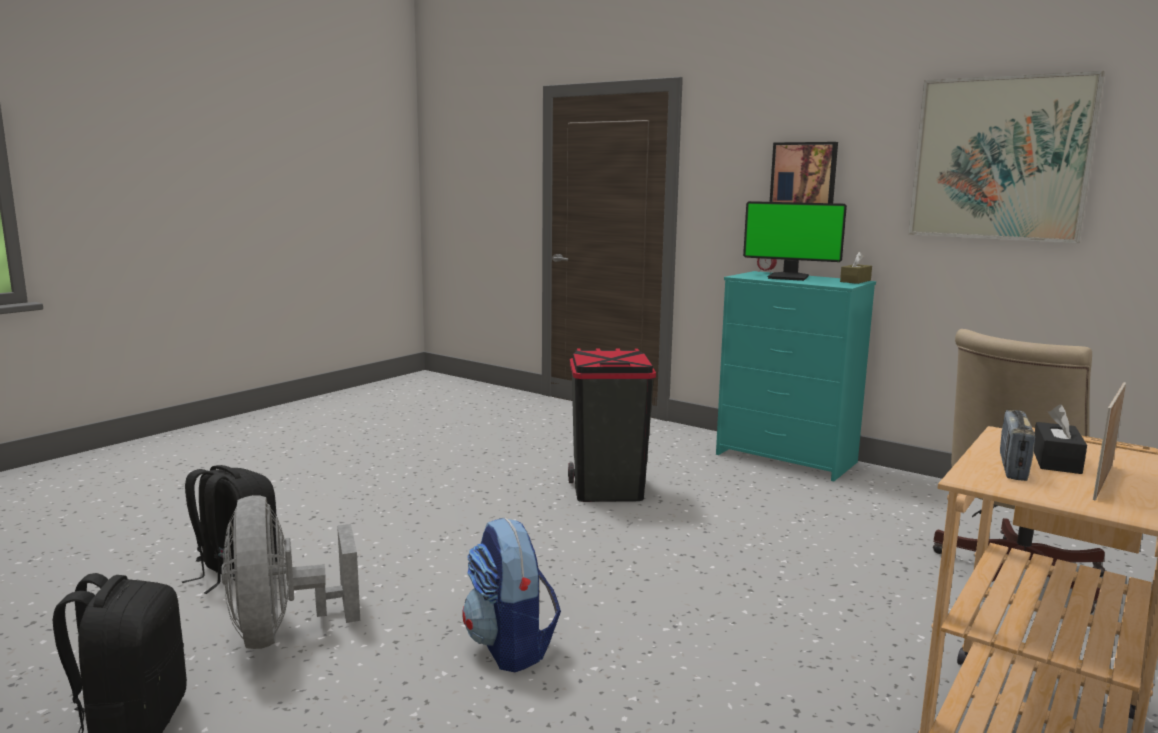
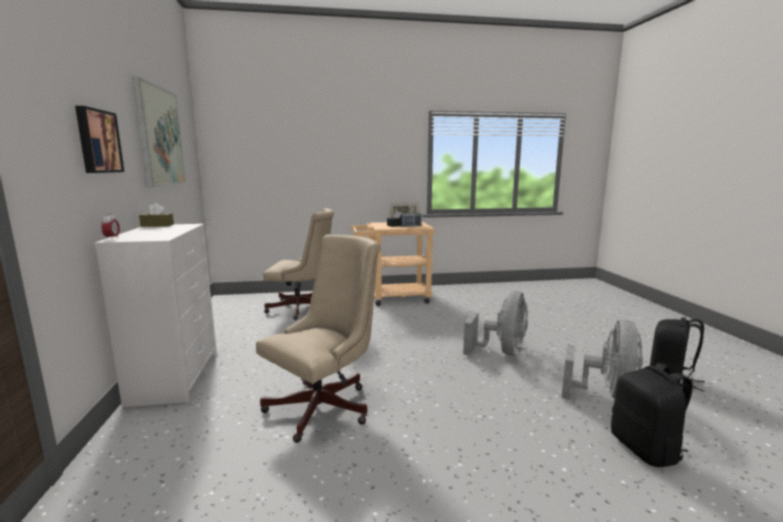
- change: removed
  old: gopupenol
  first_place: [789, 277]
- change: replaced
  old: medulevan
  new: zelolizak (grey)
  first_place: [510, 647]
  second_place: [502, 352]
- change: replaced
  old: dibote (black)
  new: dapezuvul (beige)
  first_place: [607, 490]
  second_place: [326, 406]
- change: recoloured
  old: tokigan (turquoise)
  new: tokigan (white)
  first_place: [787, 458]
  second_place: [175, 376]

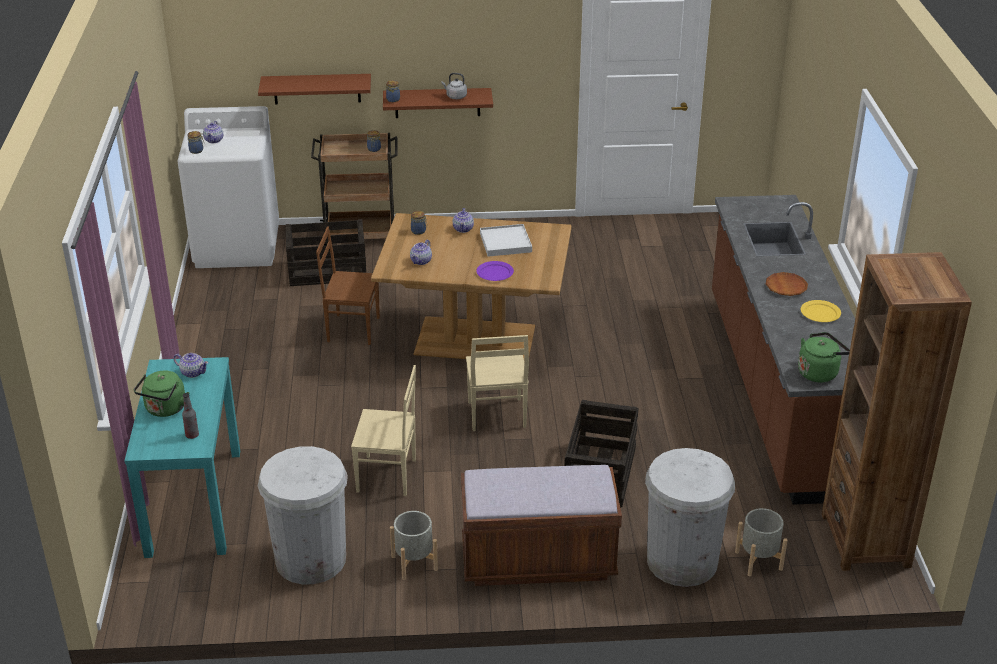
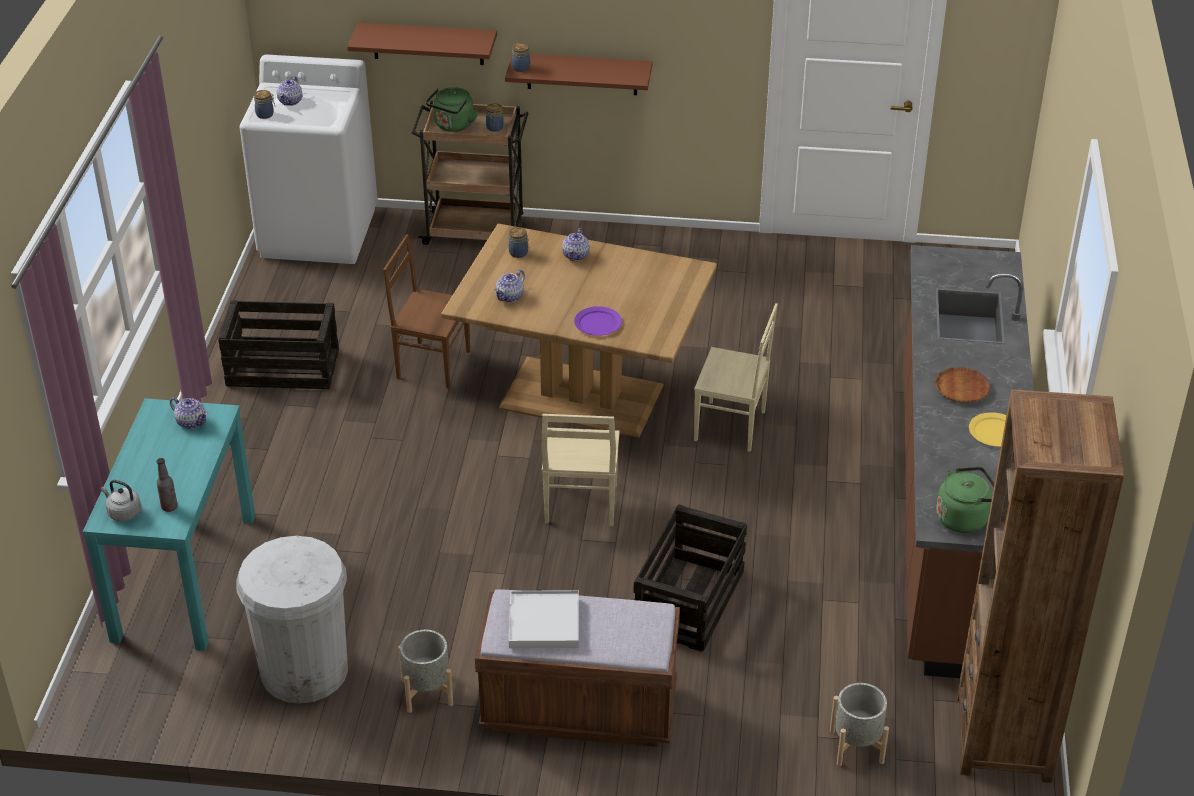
- change: removed
  old: dibote (white)
  first_place: [682, 561]
- change: moved
  old: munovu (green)
  first_place: [165, 409]
  second_place: [453, 126]
- change: moved
  old: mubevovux
  first_place: [327, 271]
  second_place: [281, 368]
- change: moved
  old: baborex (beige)
  first_place: [387, 476]
  second_place: [731, 427]
- change: moved
  old: munovu (grey)
  first_place: [455, 96]
  second_place: [123, 513]
- change: moved
  old: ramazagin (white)
  first_place: [505, 243]
  second_place: [544, 622]

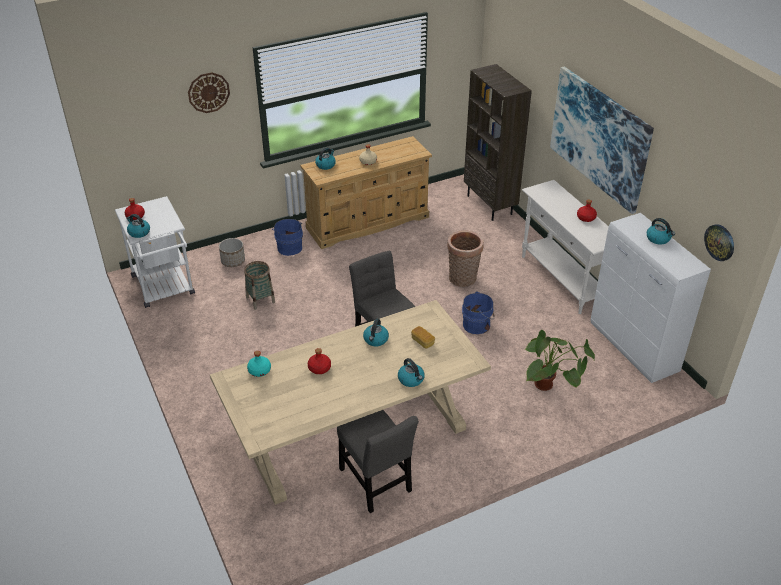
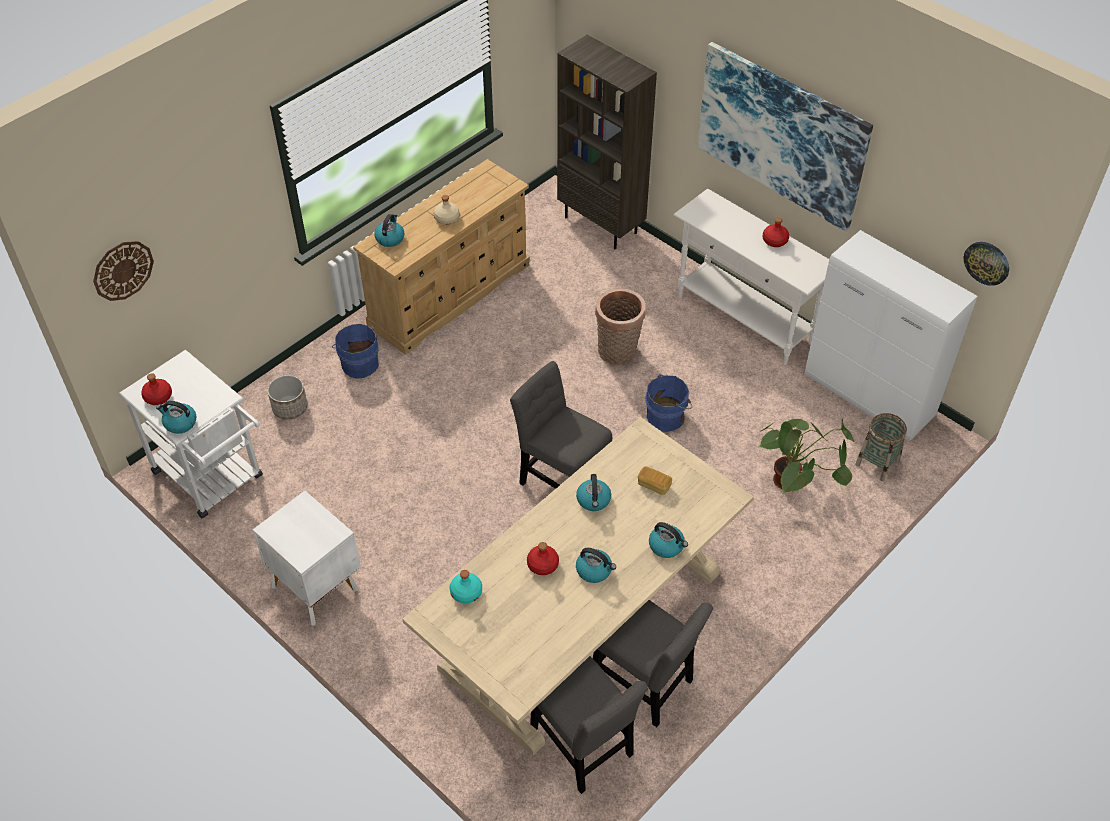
- change: added
  new: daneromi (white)
  second_place: [315, 586]
- change: added
  new: baborex (grey)
  second_place: [584, 746]
- change: moved
  old: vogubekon
  first_place: [208, 92]
  second_place: [123, 270]
- change: moved
  old: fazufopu
  first_place: [260, 299]
  second_place: [877, 463]
- change: moved
  old: munovu
  first_place: [658, 239]
  second_place: [594, 570]

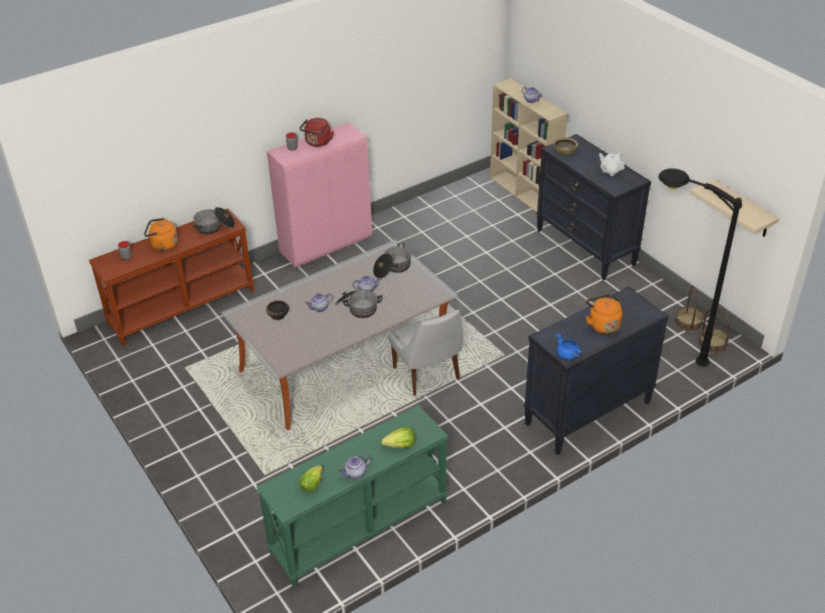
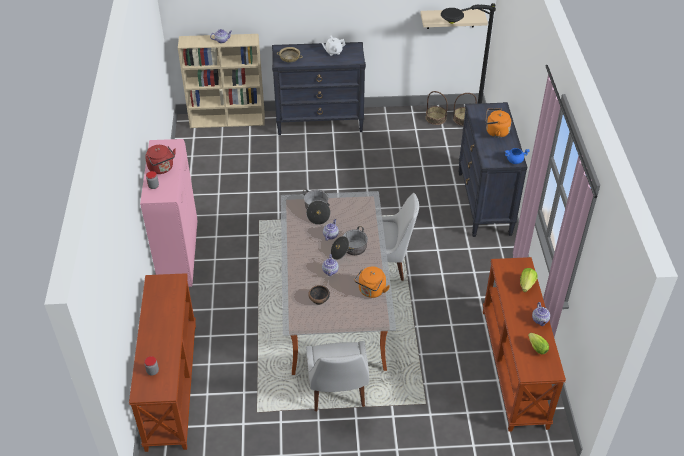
- change: removed
  old: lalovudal
  first_place: [214, 227]
- change: added
  new: baborex (white)
  second_place: [337, 392]
- change: moved
  old: munovu (orange)
  first_place: [163, 245]
  second_place: [371, 291]
- change: recoloured
  old: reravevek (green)
  new: reravevek (brown)
  first_place: [359, 528]
  second_place: [515, 367]

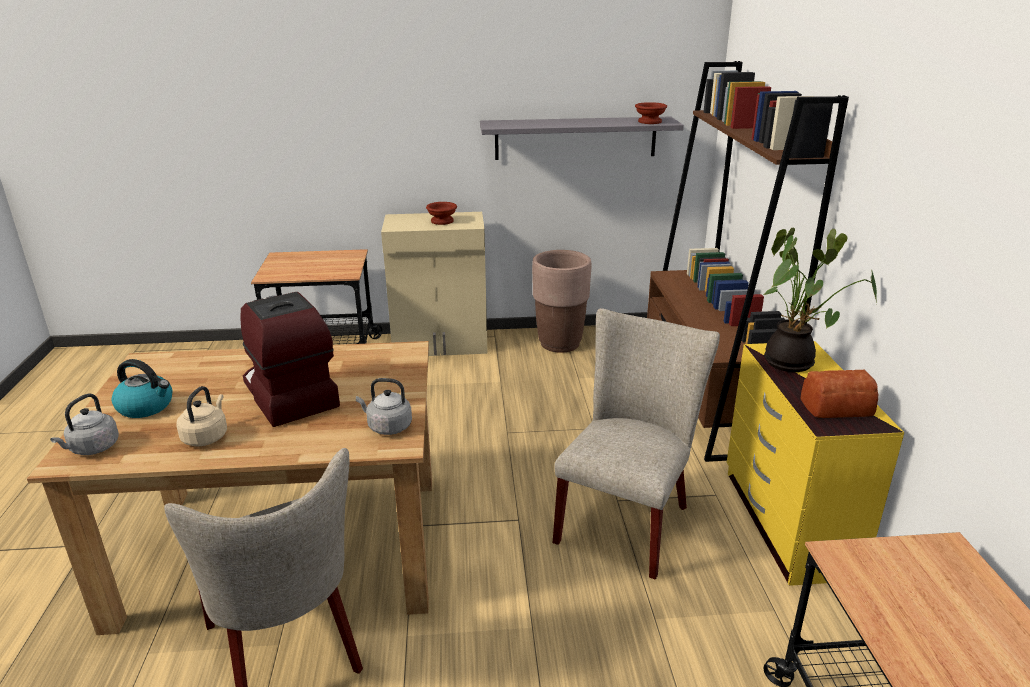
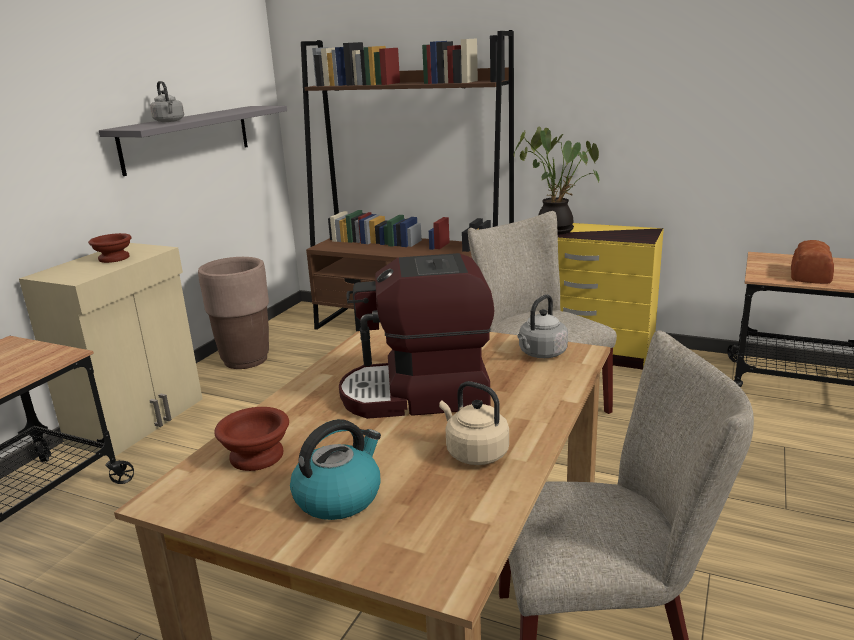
- change: moved
  old: munovu (grey)
  first_place: [92, 448]
  second_place: [169, 121]
- change: moved
  old: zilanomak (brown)
  first_place: [649, 121]
  second_place: [255, 456]
- change: moved
  old: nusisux
  first_place: [834, 406]
  second_place: [809, 275]

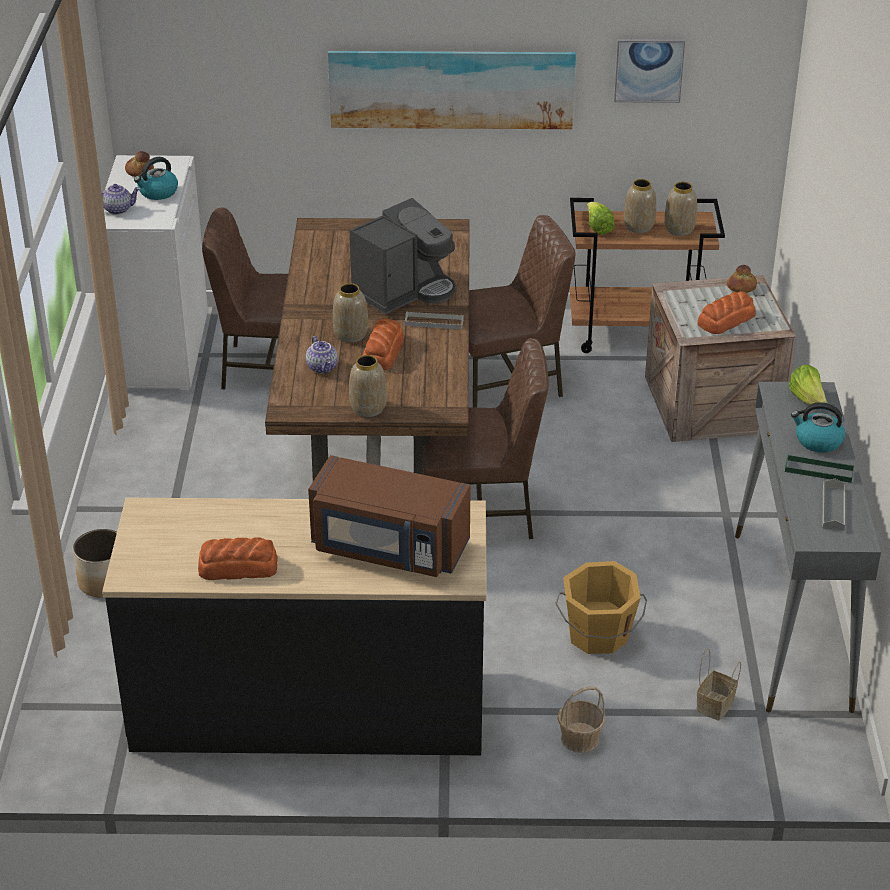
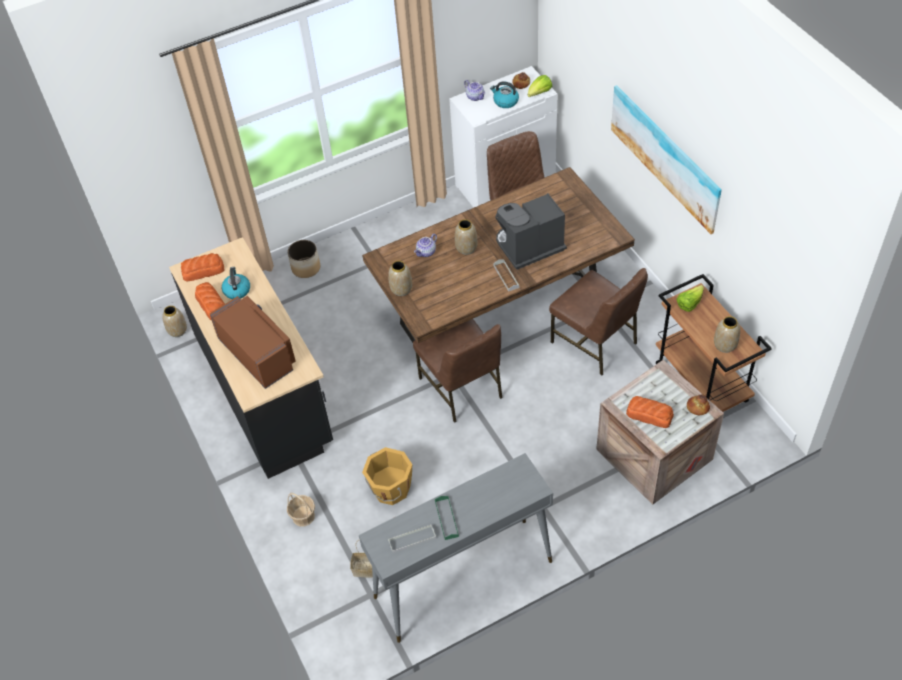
- change: removed
  old: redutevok
  first_place: [648, 70]
- change: moved
  old: nusisux
  first_place: [383, 352]
  second_place: [203, 271]
- change: moved
  old: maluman
  first_place: [638, 227]
  second_place: [177, 330]
- change: moved
  old: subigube
  first_place: [807, 400]
  second_place: [539, 93]
- change: moved
  old: munovu
  first_place: [817, 441]
  second_place: [237, 290]
- change: turned
  old: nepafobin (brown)
  first_place: [388, 548]
  second_place: [258, 354]
  degrees: 150
- change: turned
  old: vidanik
  first_place: [403, 291]
  second_place: [529, 248]
  degrees: 135

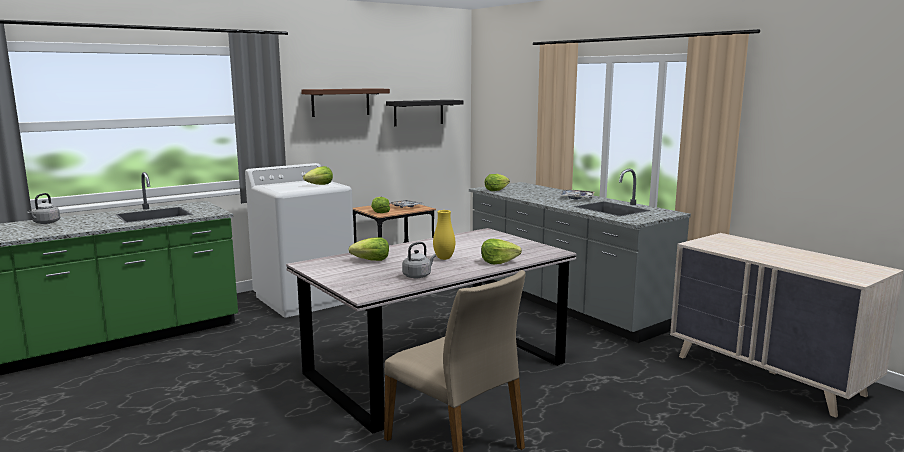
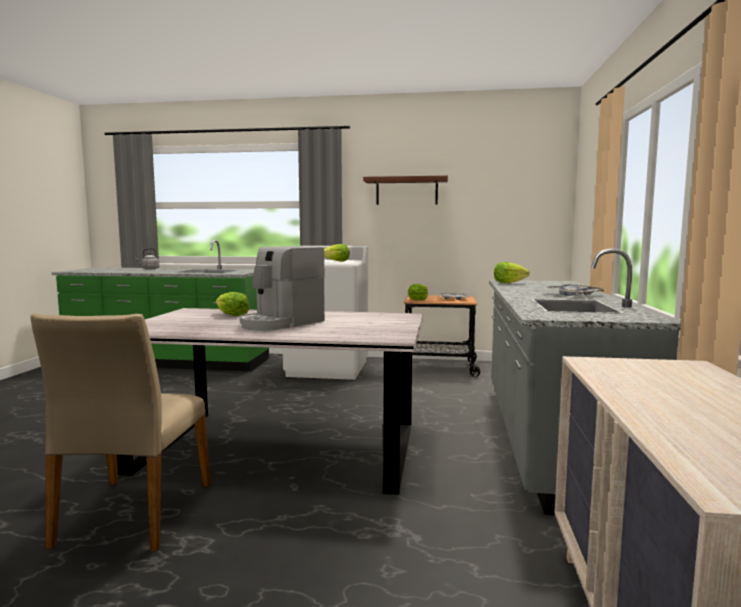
- change: removed
  old: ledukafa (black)
  first_place: [418, 112]
- change: removed
  old: munovu (grey)
  first_place: [418, 276]
- change: removed
  old: subigube
  first_place: [498, 262]
- change: replaced
  old: maluman (yellow)
  new: vidanik
  first_place: [444, 258]
  second_place: [281, 323]

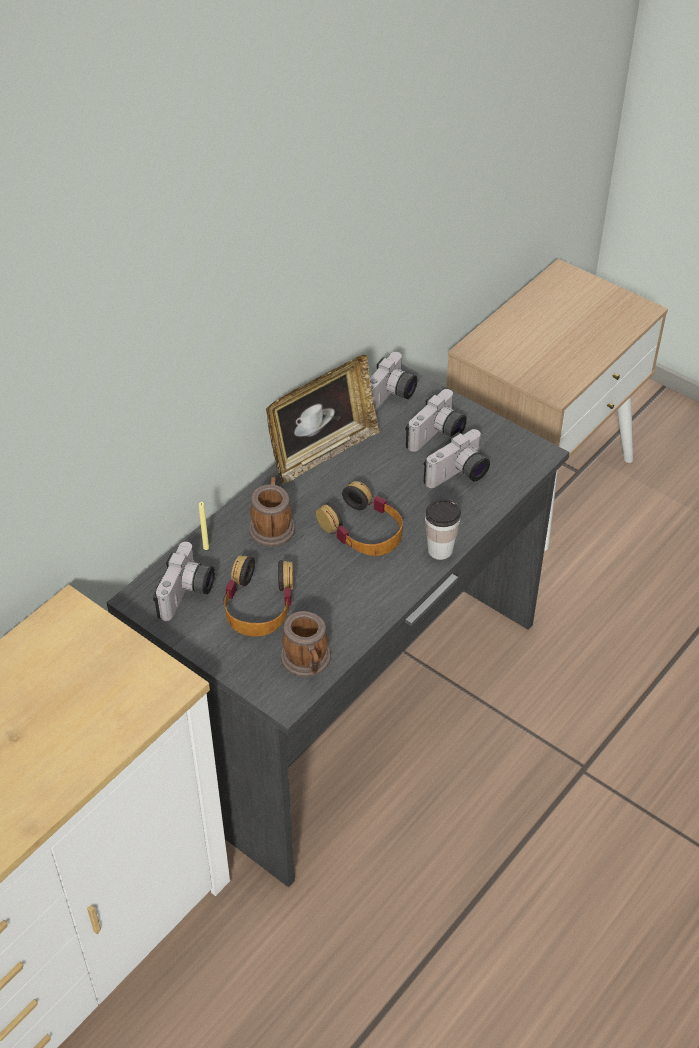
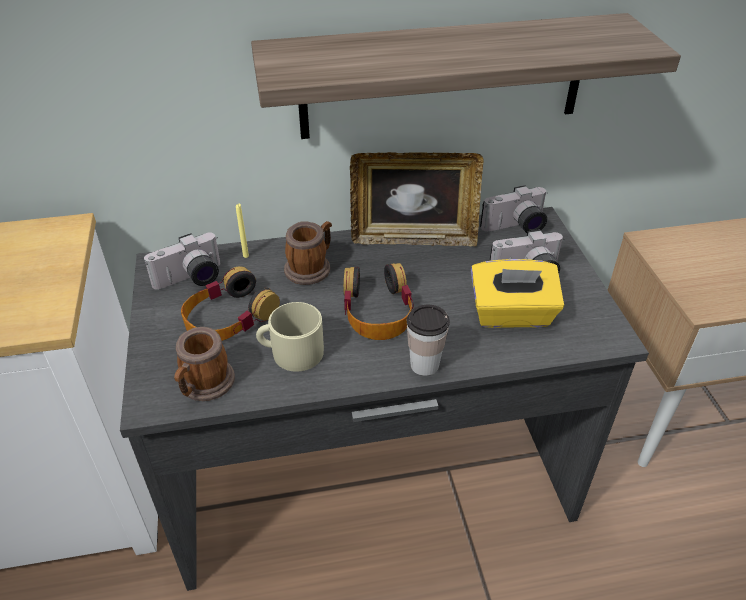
- change: added
  new: ledukafa
  second_place: [443, 77]
- change: added
  new: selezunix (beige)
  second_place: [291, 352]
- change: replaced
  old: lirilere
  new: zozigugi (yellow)
  first_place: [459, 476]
  second_place: [511, 314]

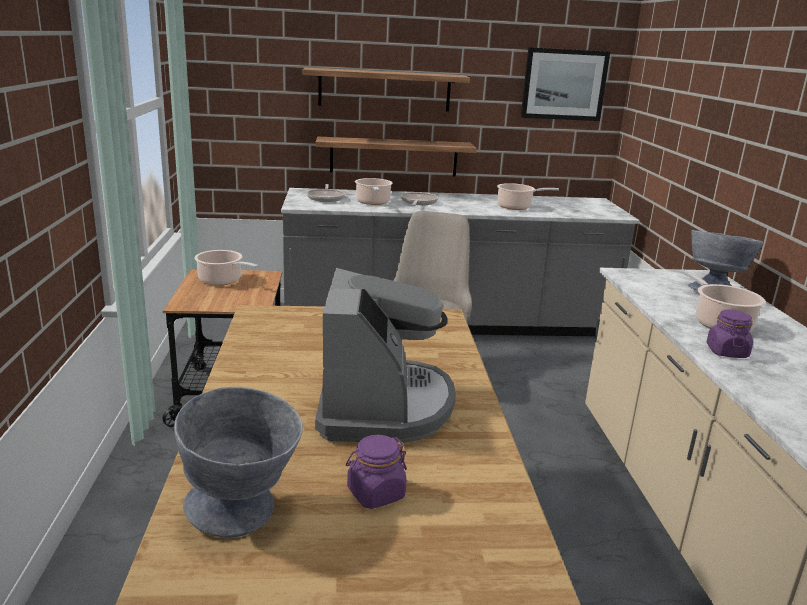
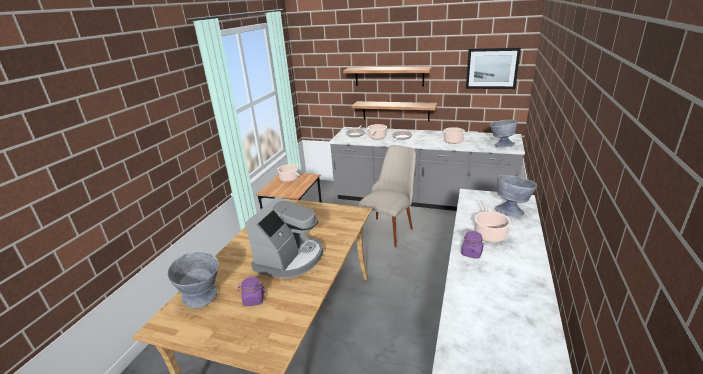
- change: added
  new: zilanomak (grey)
  second_place: [500, 145]

